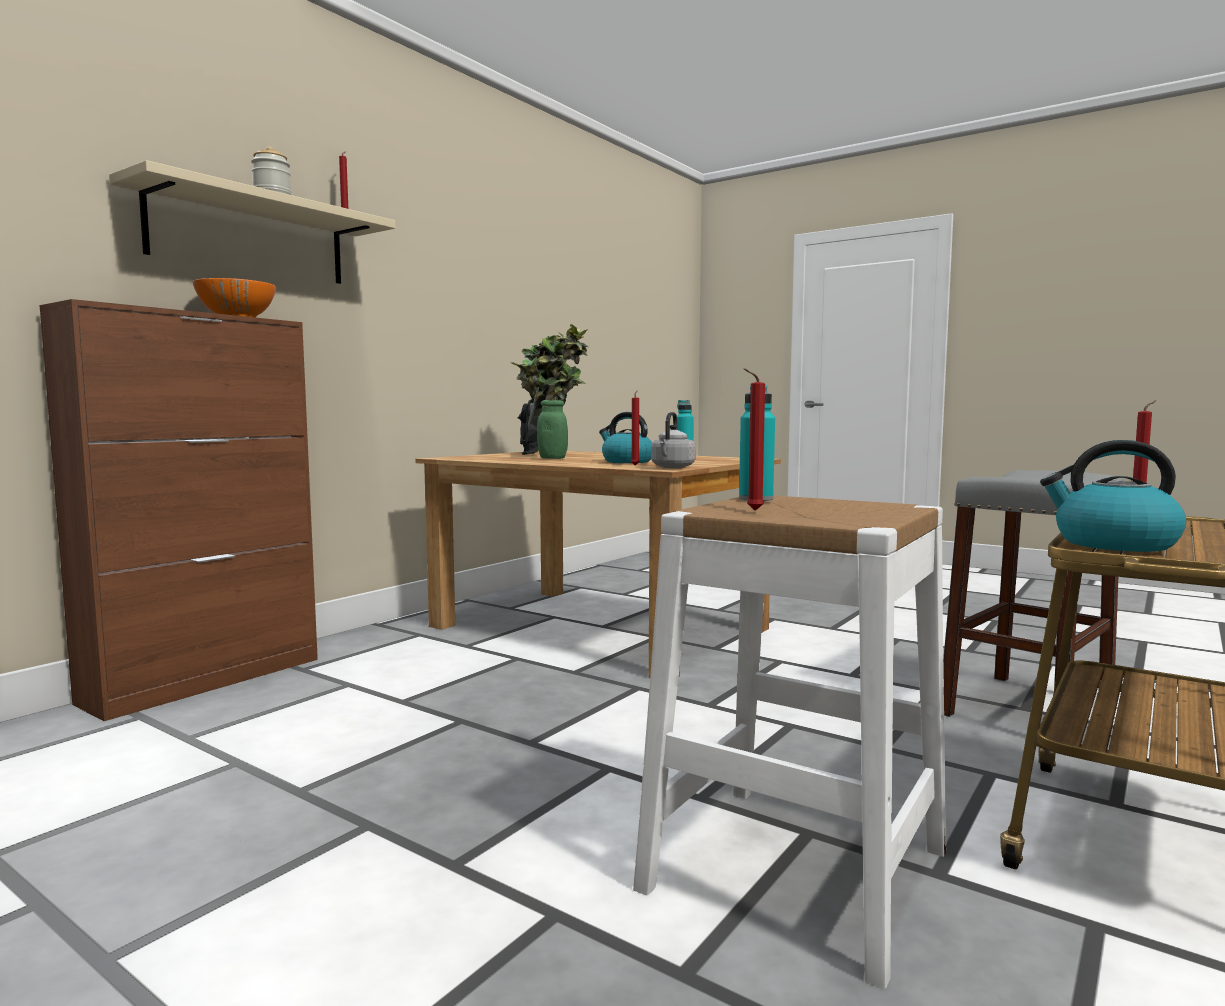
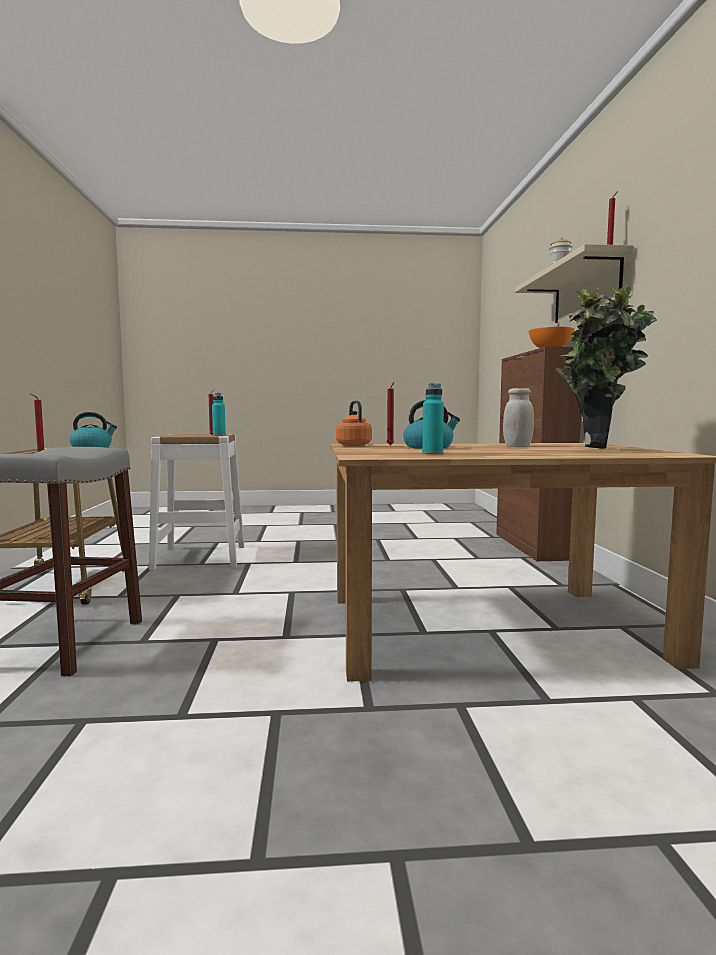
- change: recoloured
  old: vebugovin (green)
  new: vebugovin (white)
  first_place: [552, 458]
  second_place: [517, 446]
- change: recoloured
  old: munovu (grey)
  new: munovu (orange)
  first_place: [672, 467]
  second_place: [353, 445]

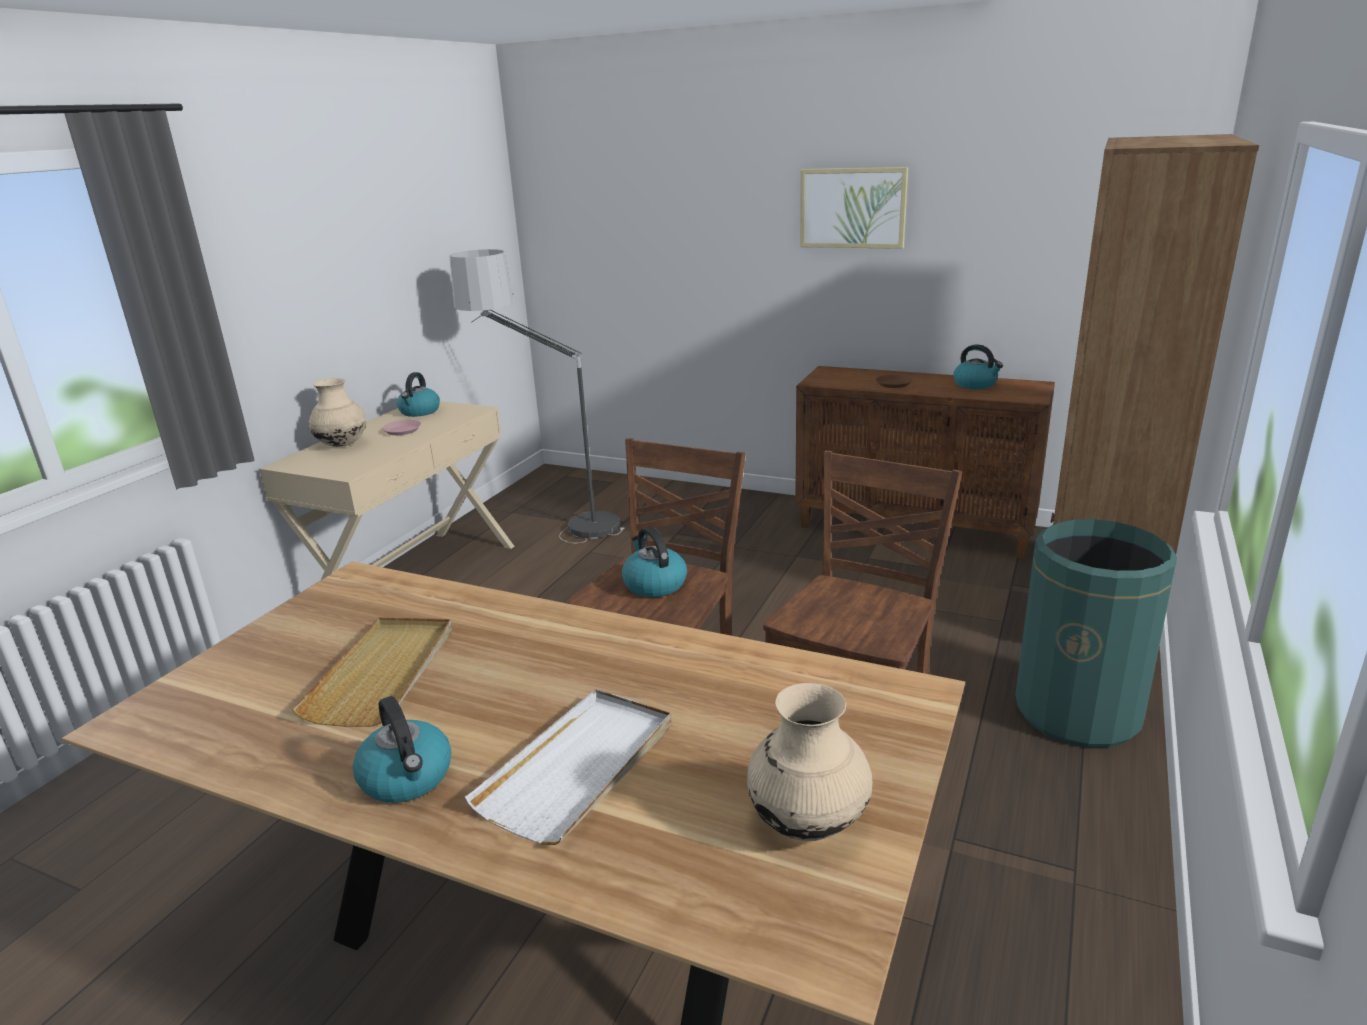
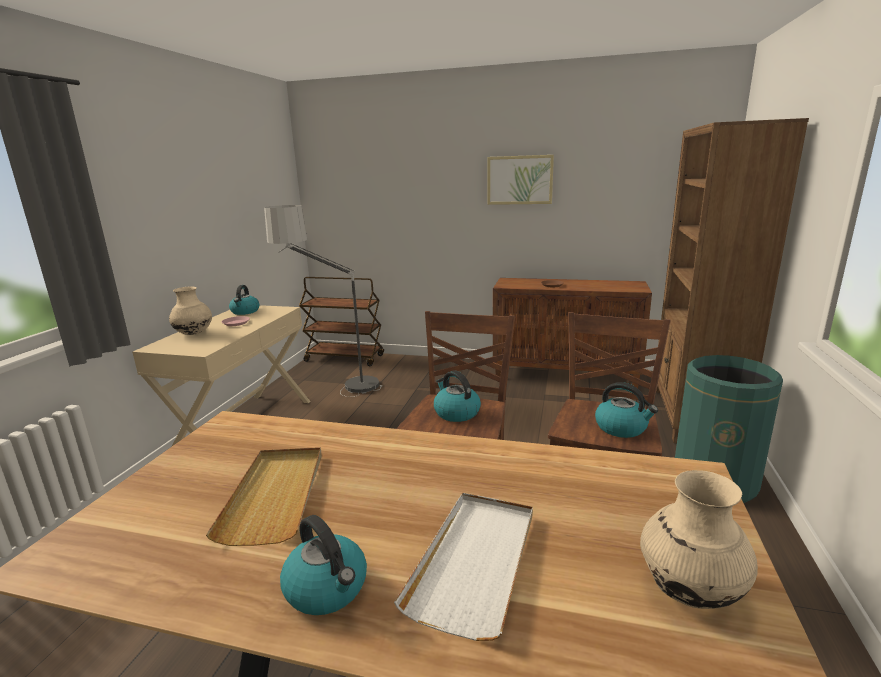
- change: added
  new: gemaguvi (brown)
  second_place: [345, 358]
- change: moved
  old: munovu
  first_place: [975, 385]
  second_place: [622, 428]

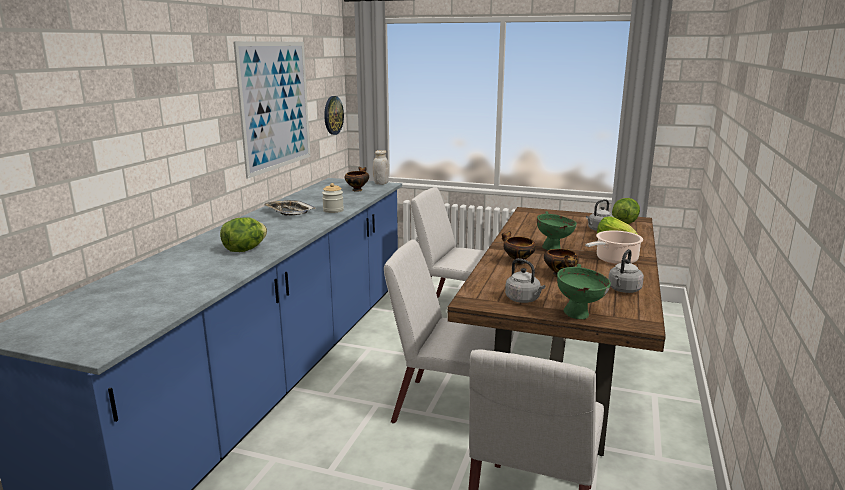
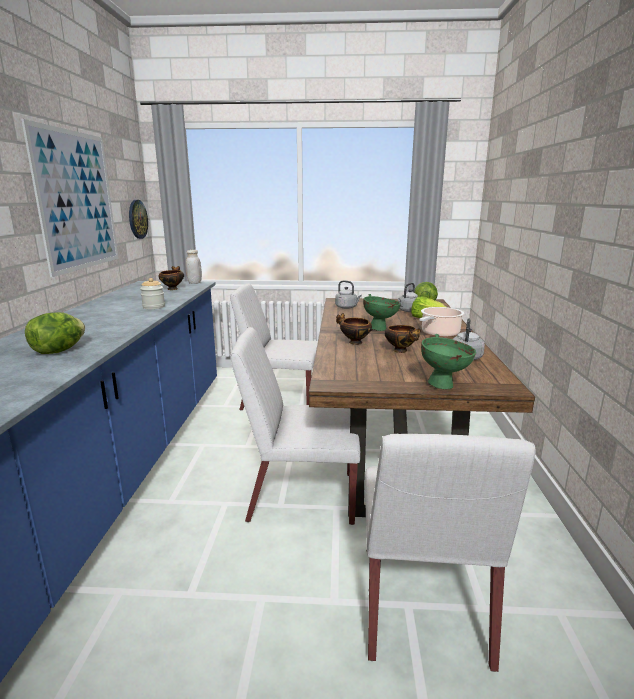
- change: removed
  old: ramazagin
  first_place: [288, 211]
- change: moved
  old: munovu (grey)
  first_place: [524, 299]
  second_place: [347, 307]

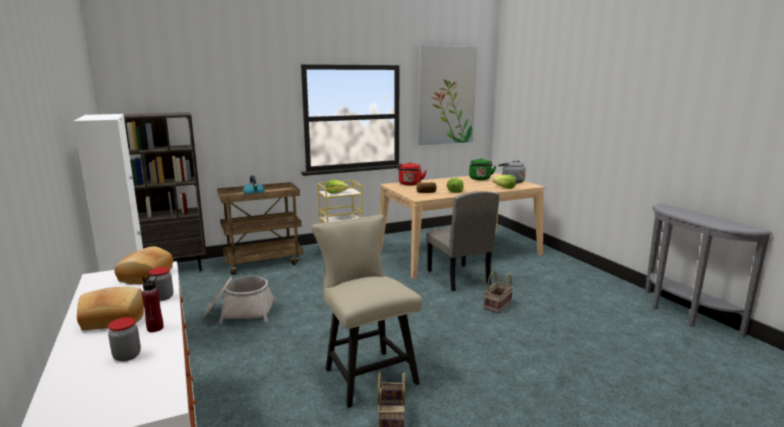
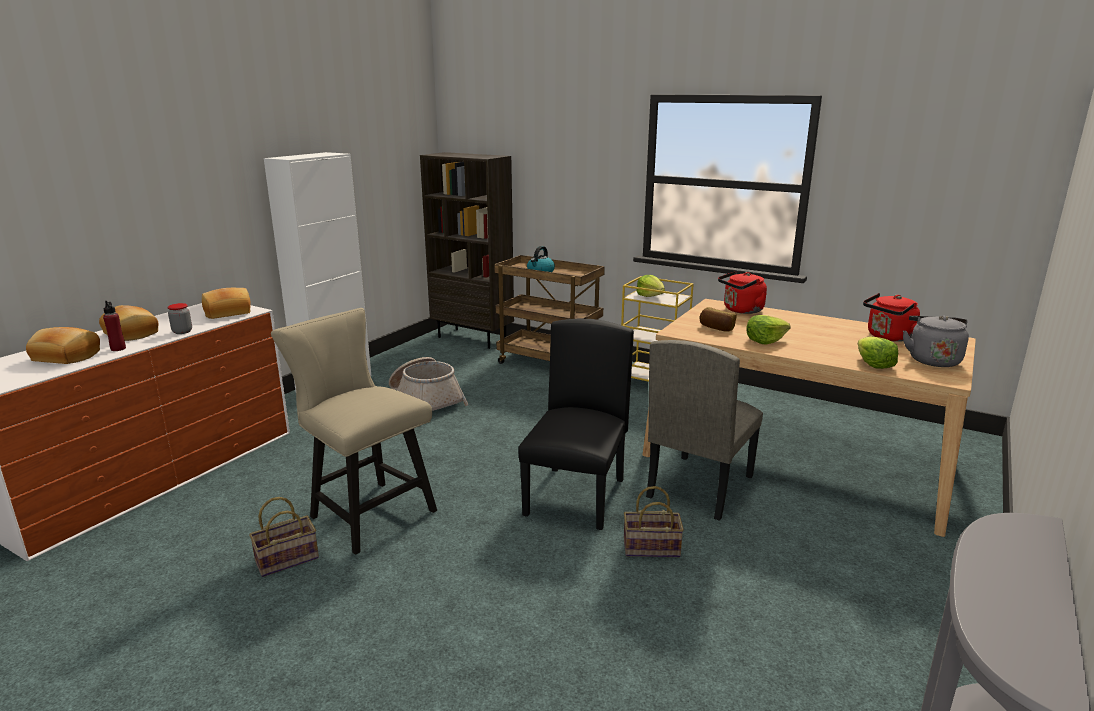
- change: removed
  old: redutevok
  first_place: [446, 96]
- change: added
  new: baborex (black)
  second_place: [576, 497]
- change: replaced
  old: vebugovin
  new: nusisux
  first_place: [127, 356]
  second_place: [65, 357]
- change: recoloured
  old: munovu (green)
  new: munovu (red)
  first_place: [480, 179]
  second_place: [888, 337]
- change: turned
  old: baborex (beige)
  first_place: [366, 373]
  second_place: [366, 512]
  degrees: -75

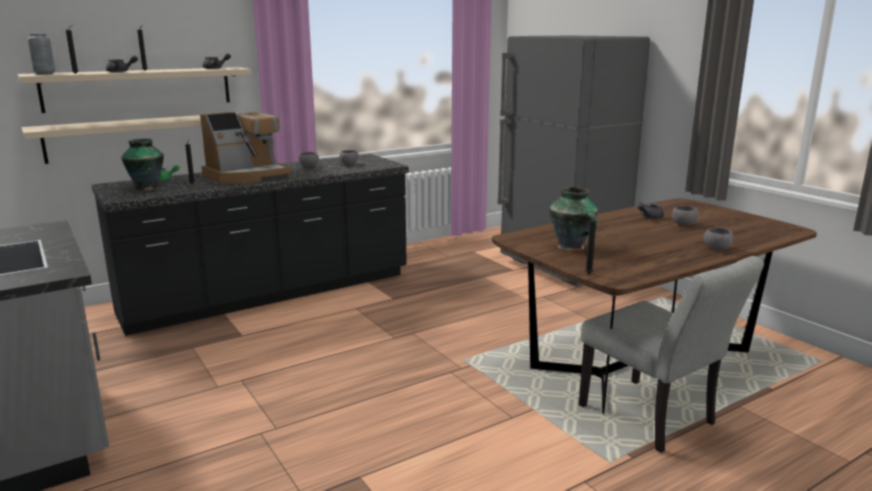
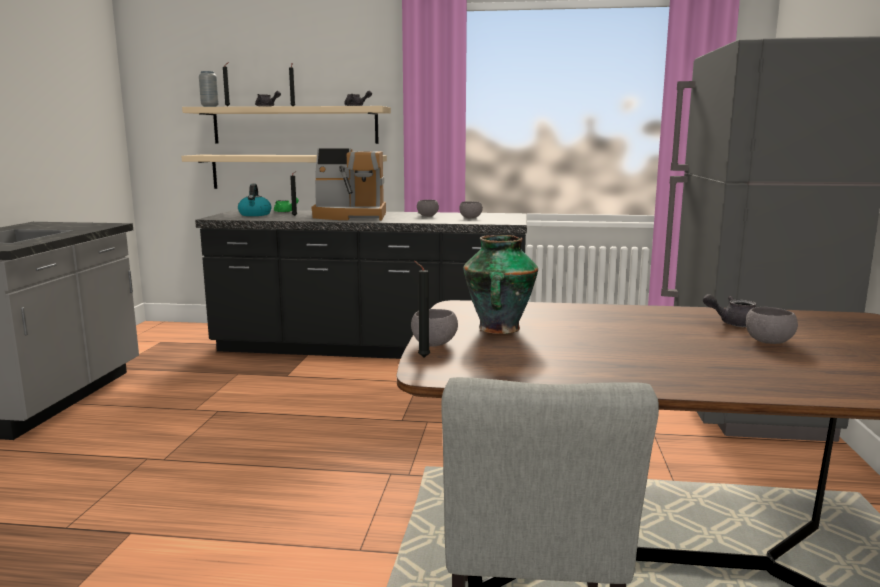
- change: moved
  old: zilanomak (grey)
  first_place: [716, 249]
  second_place: [434, 344]
- change: replaced
  old: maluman
  new: munovu
  first_place: [146, 188]
  second_place: [255, 214]

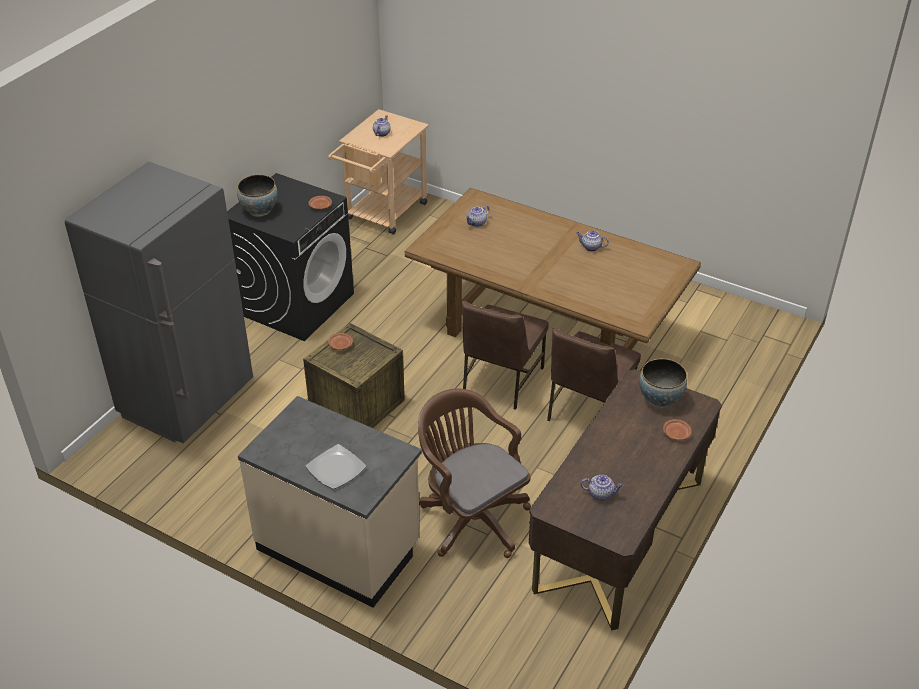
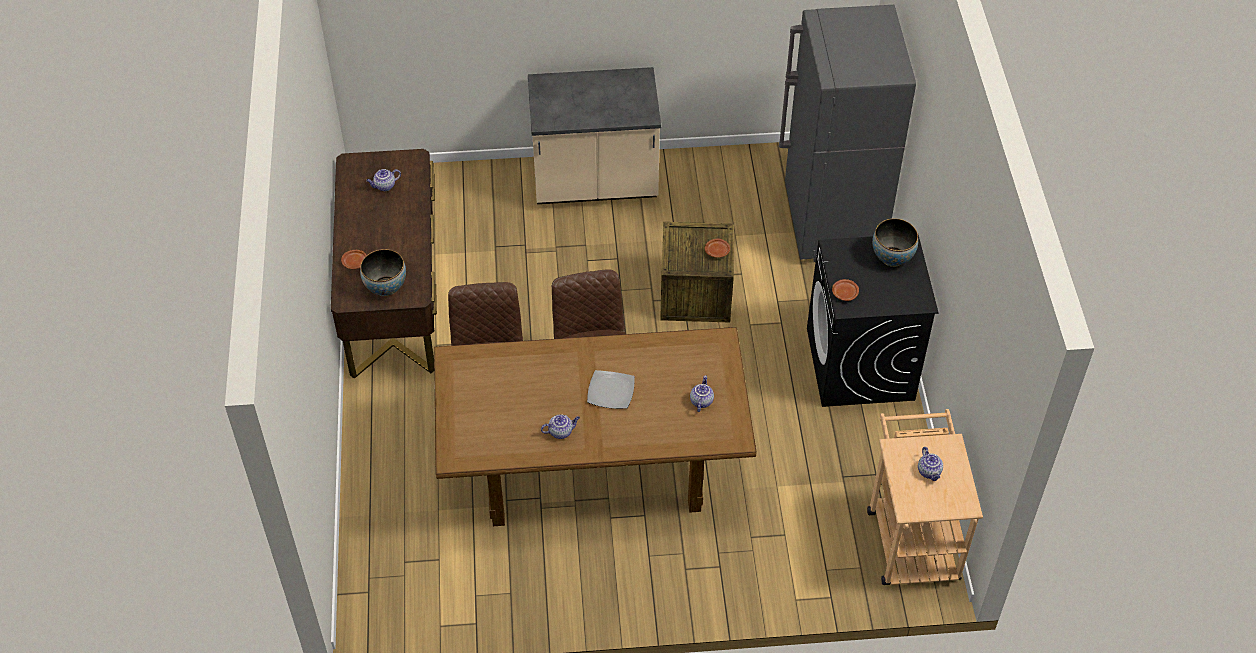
- change: removed
  old: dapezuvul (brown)
  first_place: [471, 517]
- change: moved
  old: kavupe
  first_place: [336, 469]
  second_place: [610, 391]

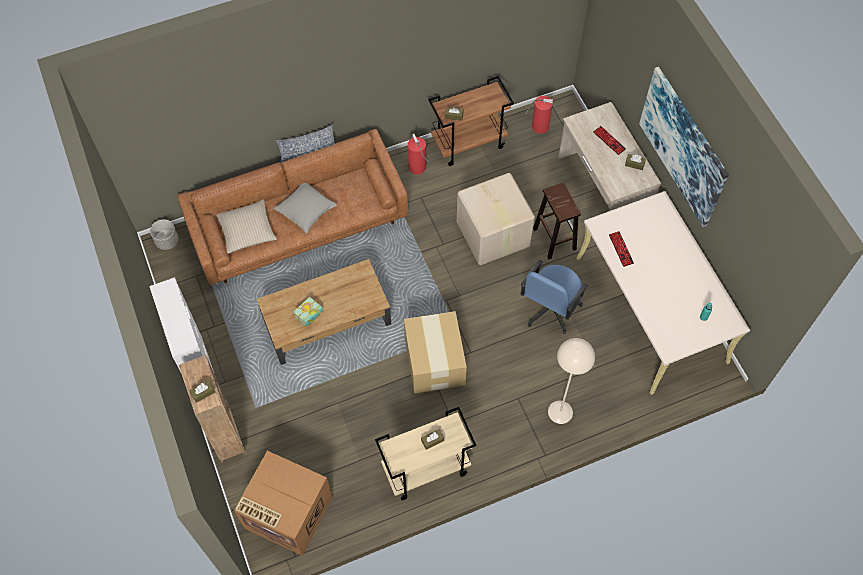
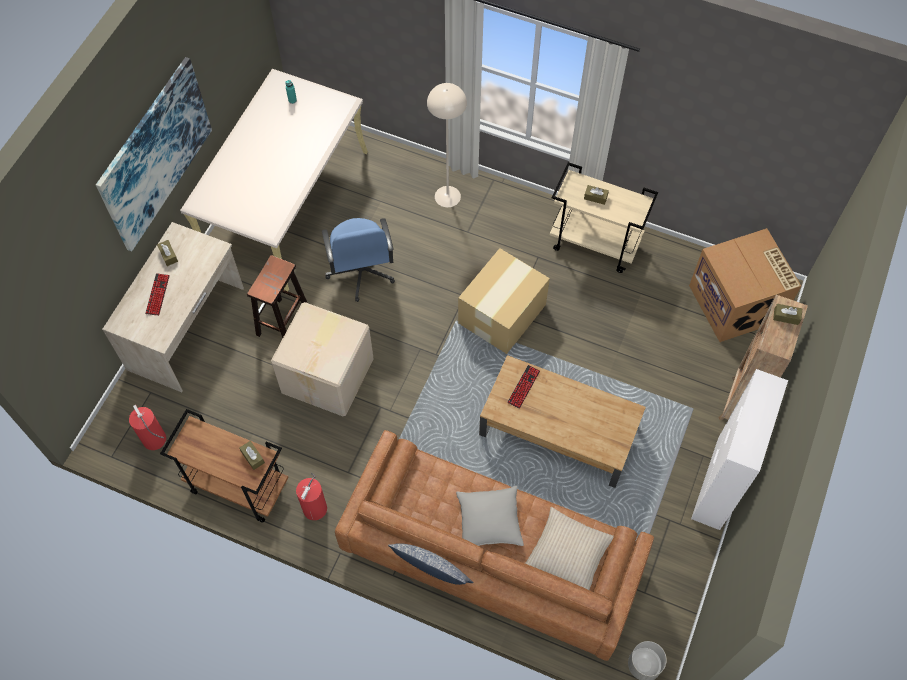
- change: removed
  old: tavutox
  first_place: [311, 316]
- change: moved
  old: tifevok
  first_place: [621, 249]
  second_place: [523, 387]
- change: turned
  old: dapezuvul (blue)
  first_place: [549, 309]
  second_place: [361, 272]
  degrees: 90

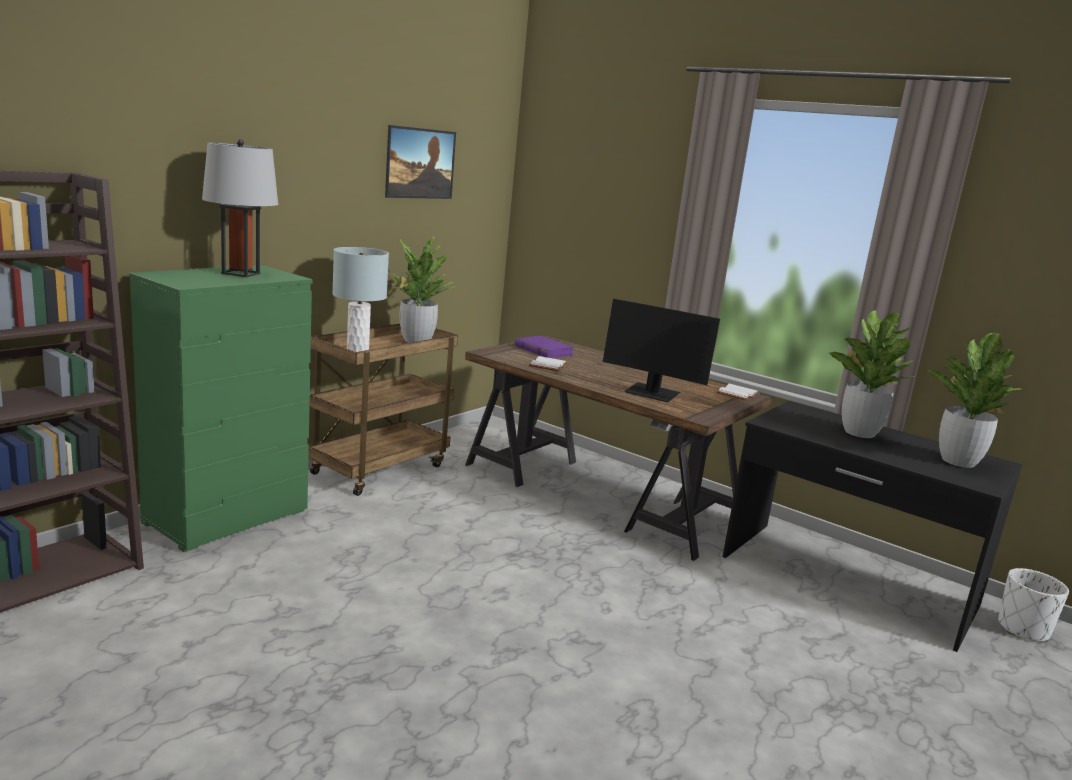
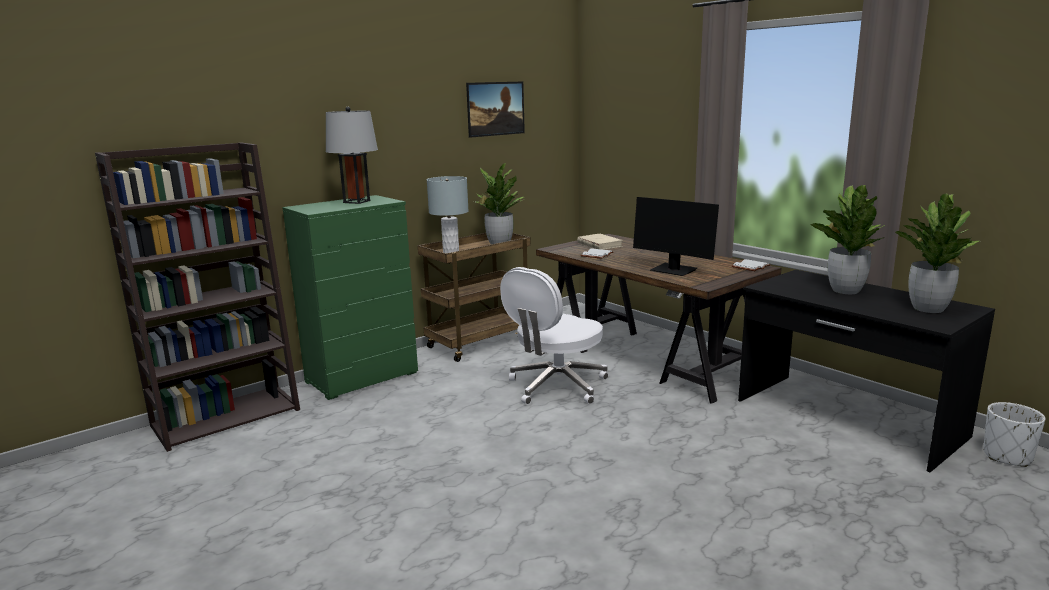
- change: added
  new: dapezuvul (white)
  second_place: [556, 386]
- change: recoloured
  old: tavutox (purple)
  new: tavutox (beige)
  first_place: [543, 350]
  second_place: [599, 244]

